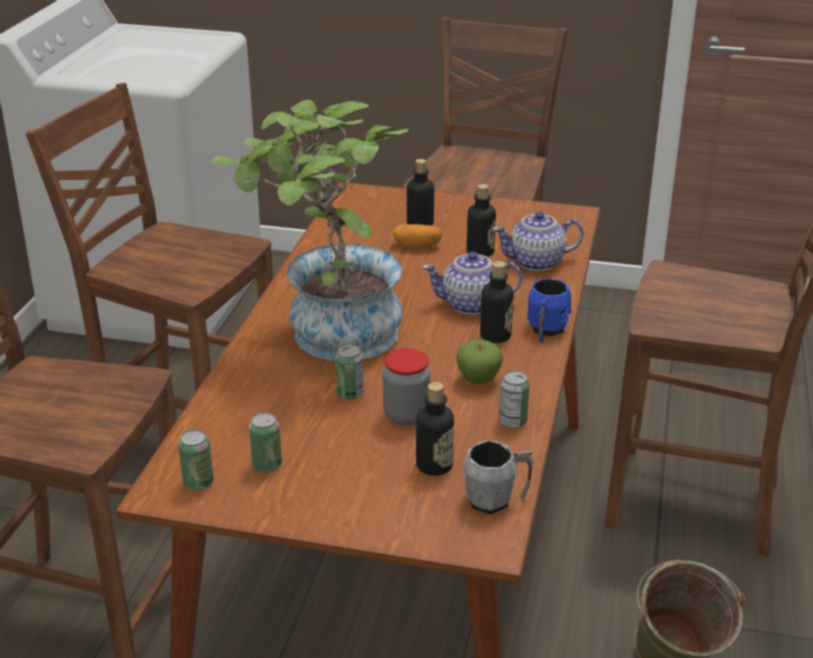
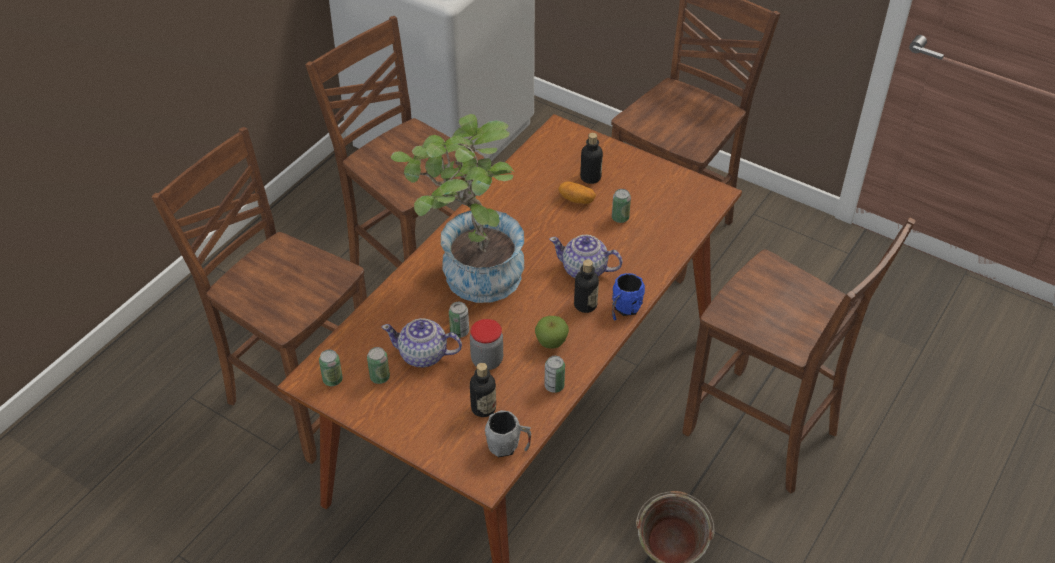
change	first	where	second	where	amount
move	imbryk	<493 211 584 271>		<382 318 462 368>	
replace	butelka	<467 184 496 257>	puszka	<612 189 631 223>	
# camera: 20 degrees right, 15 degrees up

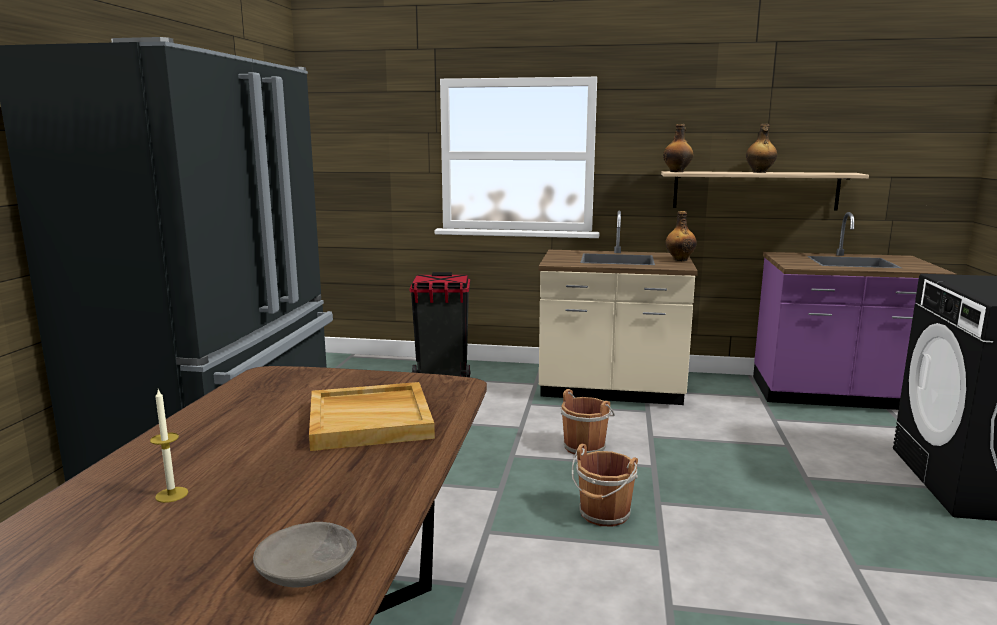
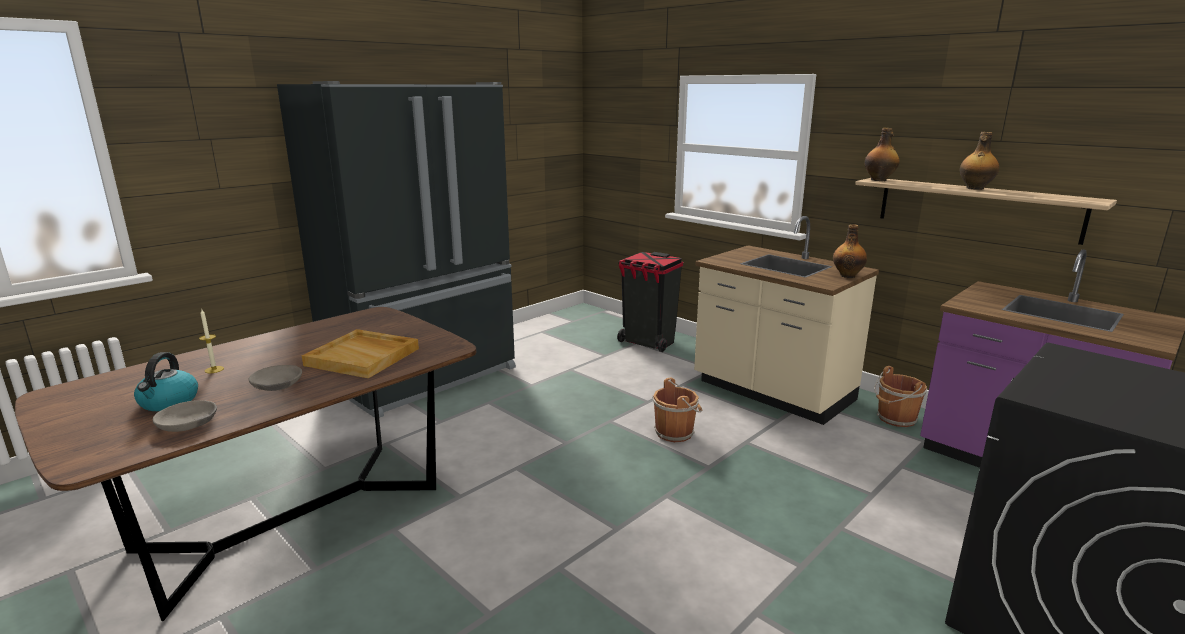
change	first	where	second	where	amount
insert			czajnik	<134 352 198 411>	
insert			miska [szary]	<249 365 302 391>	
move	wiadro [brązowy]	<572 444 638 527>		<874 366 927 427>	
# camera: 35 degrees right, 5 degrees up

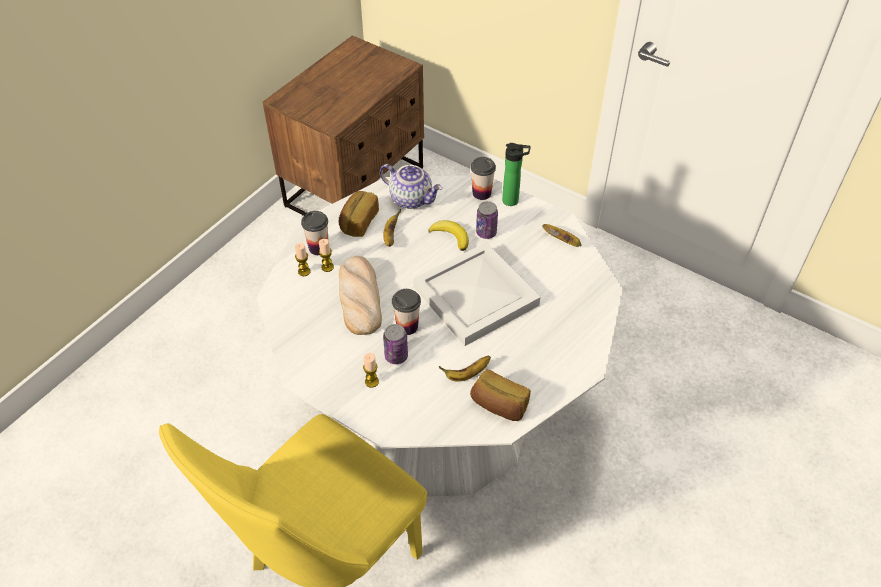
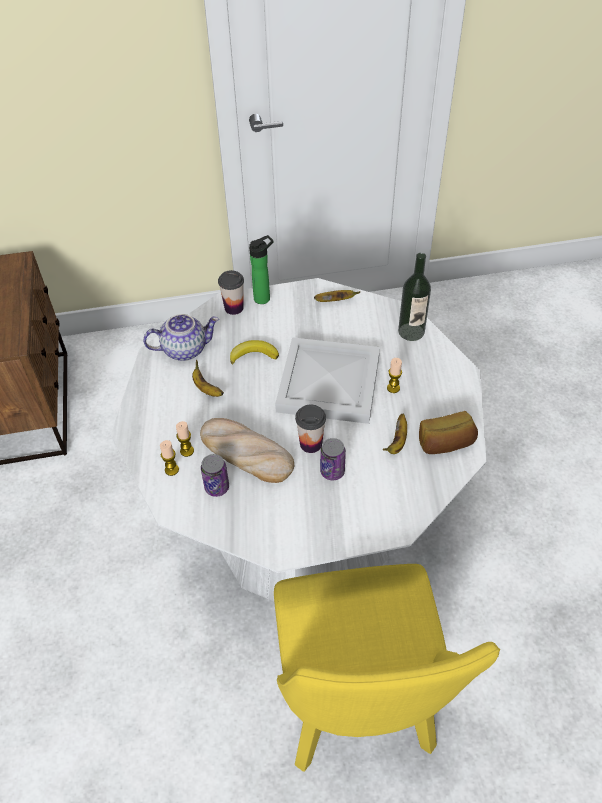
change	first	where	second	where	amount
move	puszka	<476 201 498 239>		<201 454 229 497>	
move	świeca	<363 353 379 388>		<387 358 402 393>	
insert			butelka	<398 253 431 341>	
delete	filiżanka	<301 211 328 255>			
delete	chleb	<339 191 379 237>			
# camera: 45 degrees left, 0 degrees up

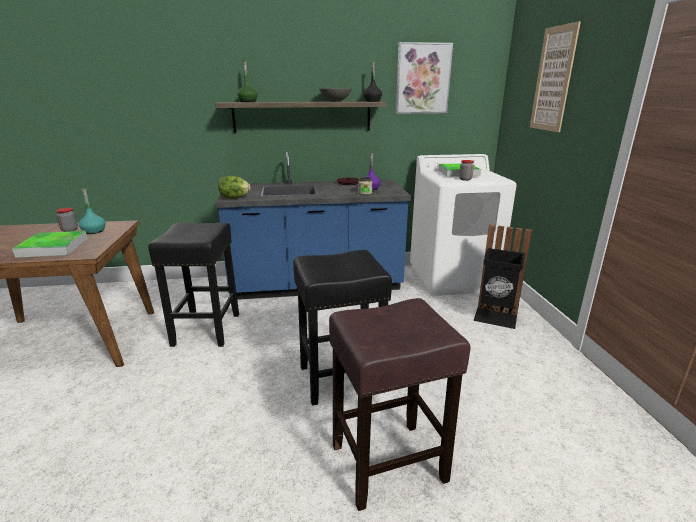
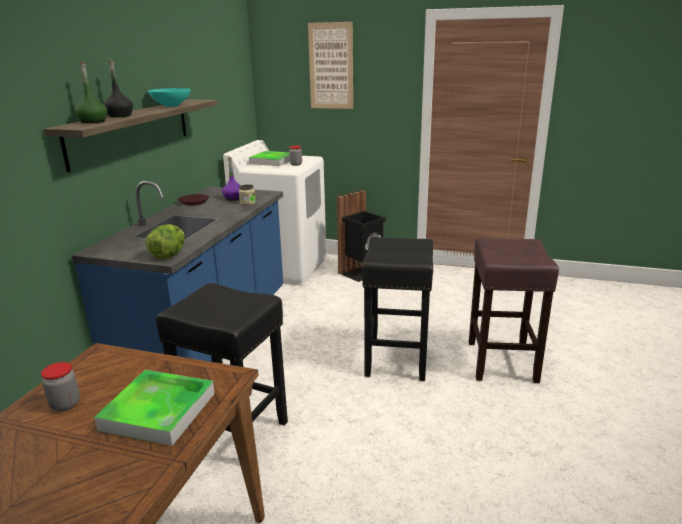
change	first	where	second	where	amount
move	butelka [czarny]	<363 61 382 102>		<104 60 133 117>	
recolor	miska [szary]	<319 88 352 102>	miska [turkusowy]	<148 88 191 107>	
delete	butelka [turkusowy]	<79 188 106 234>			
delete	obraz	<396 42 453 114>			
# camera: 65 degrees left, 0 degrees up

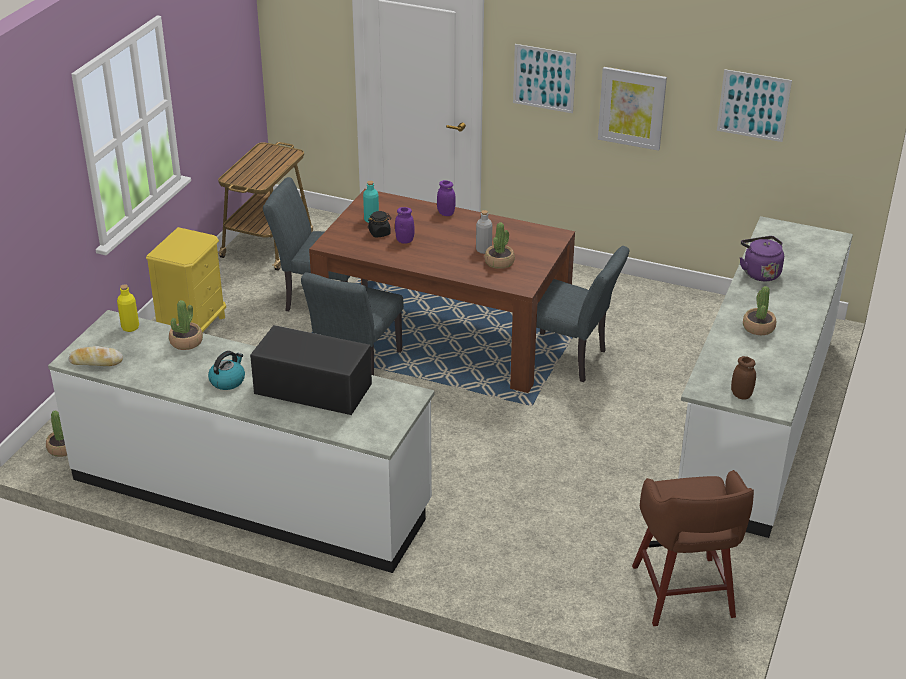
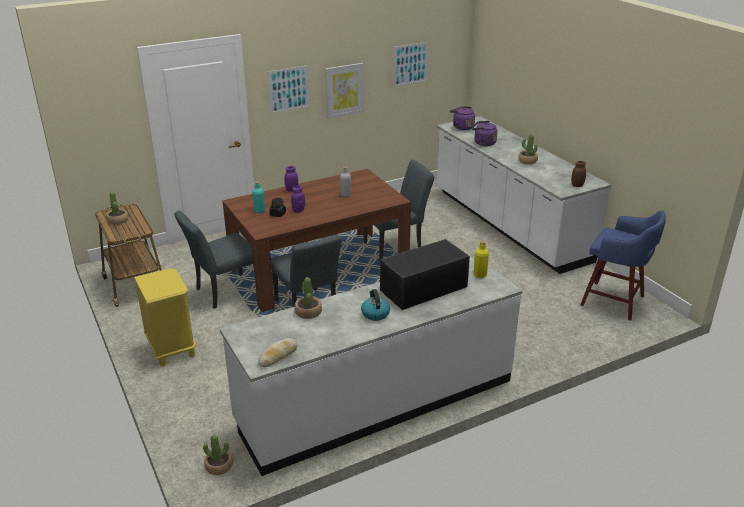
change	first	where	second	where	amount
move	roślina doniczkowa	<485 222 515 269>		<106 191 128 225>	
insert			czajnik [fioletowy]	<450 106 475 130>	
move	butelka [żółty]	<117 284 139 332>		<473 241 489 278>	
recolor	stołek [brązowy]	<632 470 754 626>	stołek [niebieski]	<580 210 666 321>	
# camera: 50 degrees left, 5 degrees down

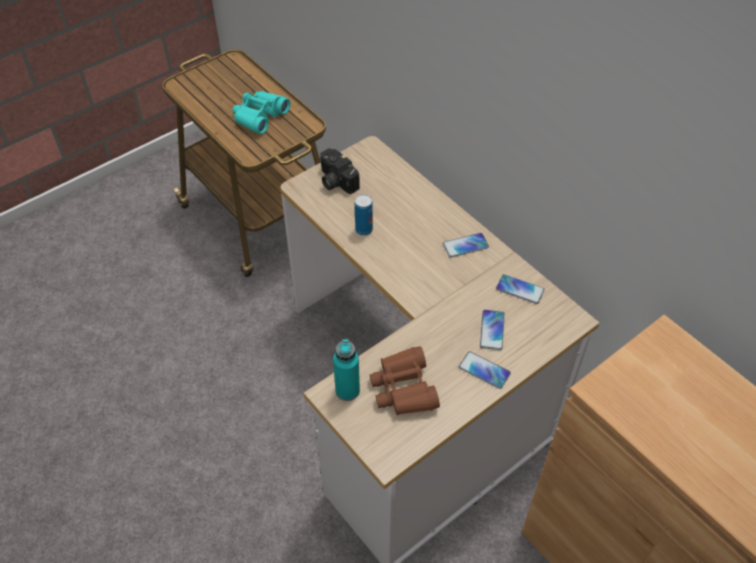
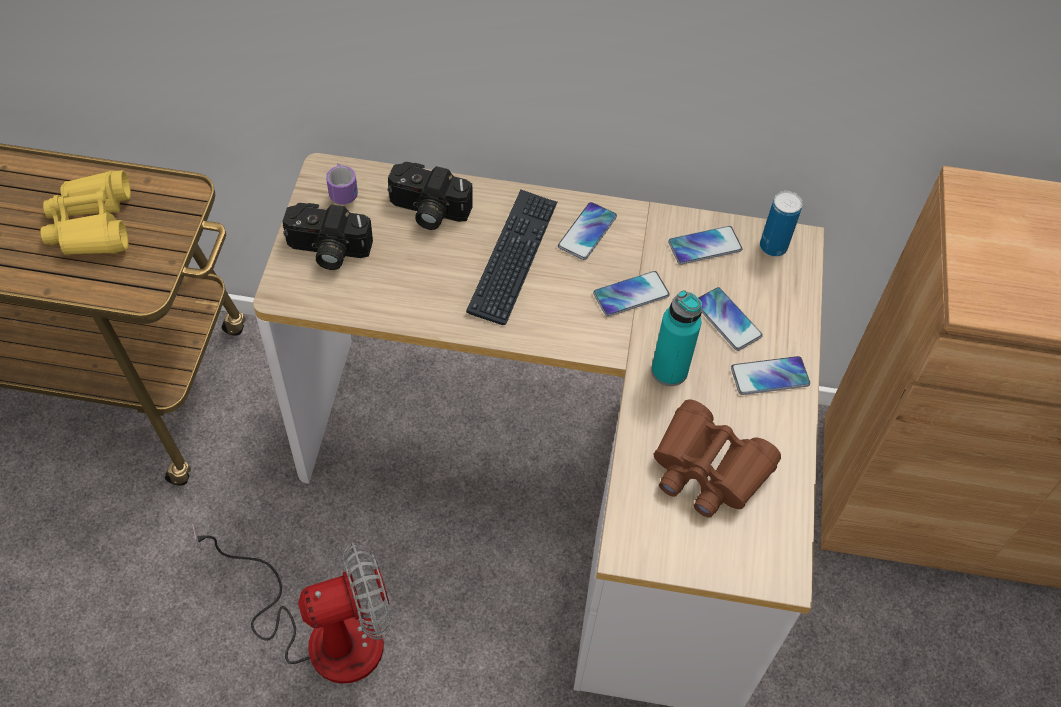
change	first	where	second	where	amount
recolor	lornetka [turkusowy]	<232 91 291 134>	lornetka [żółty]	<41 170 131 255>	
insert			wentylator	<192 523 392 683>	
insert			kubek	<326 162 358 204>	
insert			aparat fotograficzny	<388 162 473 230>	
insert			klawiatura	<466 189 557 325>	
insert			telefon	<593 271 670 317>	
move	butelka [turkusowy]	<333 339 360 401>		<651 290 702 386>	
move	puszka	<355 194 373 236>		<760 191 803 257>	
# camera: 45 degrees left, 5 degrees up

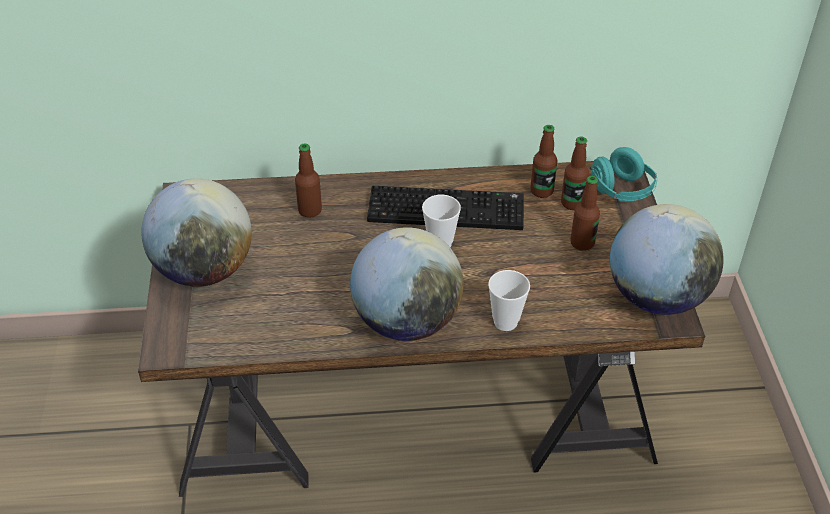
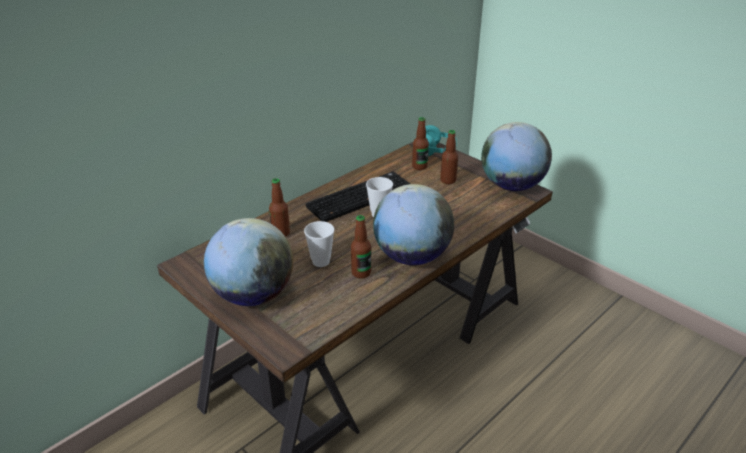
change	first	where	second	where	amount
move	filiżanka	<488 270 530 331>		<304 221 334 267>	
move	butelka	<530 125 557 198>		<351 215 371 279>	
# camera: 40 degrees left, 10 degrees down

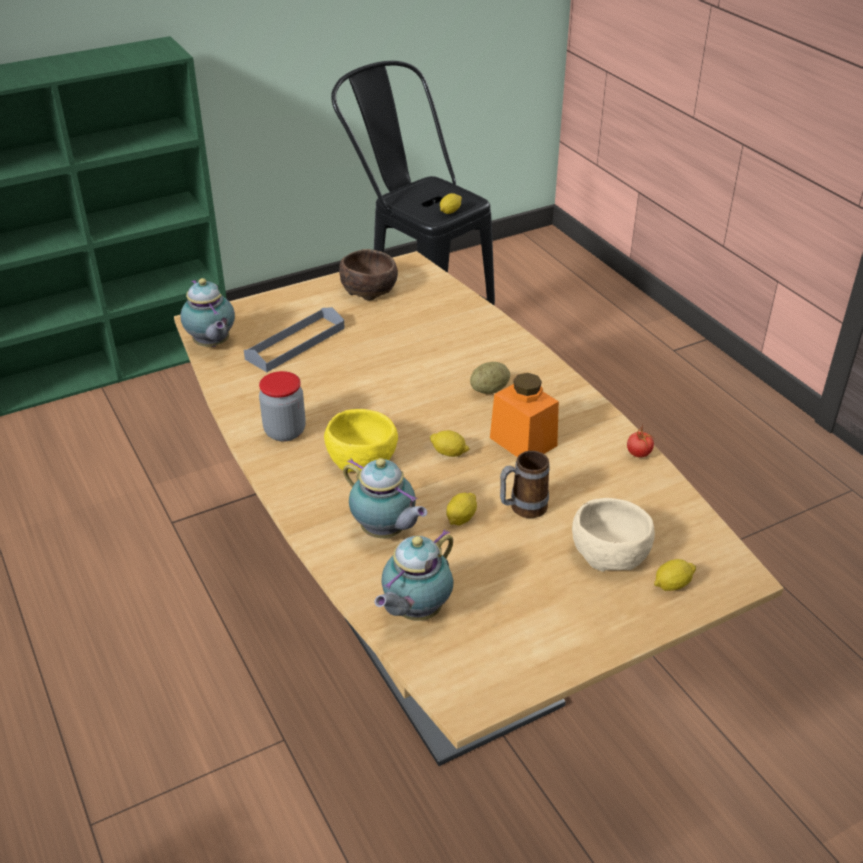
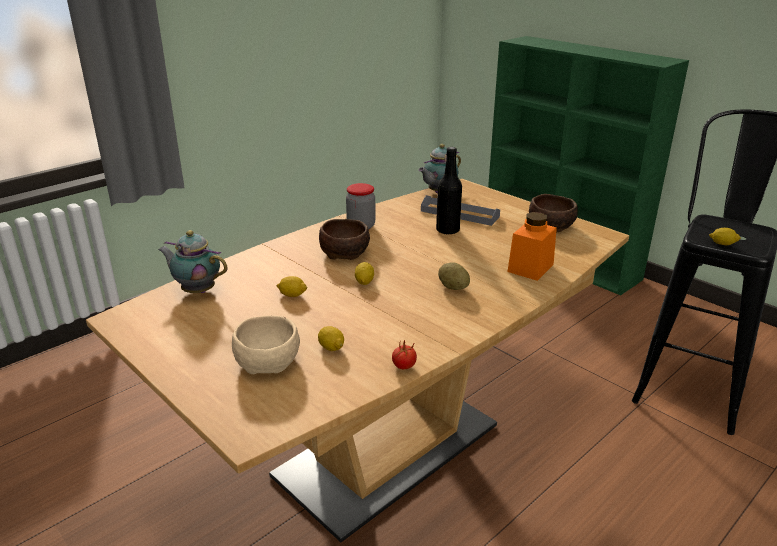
change	first	where	second	where	amount
move	cytryna	<654 559 696 591>		<318 326 344 351>	
recolor	miska [żółty]	<324 409 398 473>	miska [brązowy]	<319 219 370 260>	
insert			butelka [czarny]	<436 147 462 234>	
move	słoik [pomarańczowy]	<490 373 559 457>		<507 212 557 281>	
delete	imbryk	<343 458 427 538>			
delete	kubek	<500 451 550 518>			
# camera: 75 degrees right, 10 degrees down

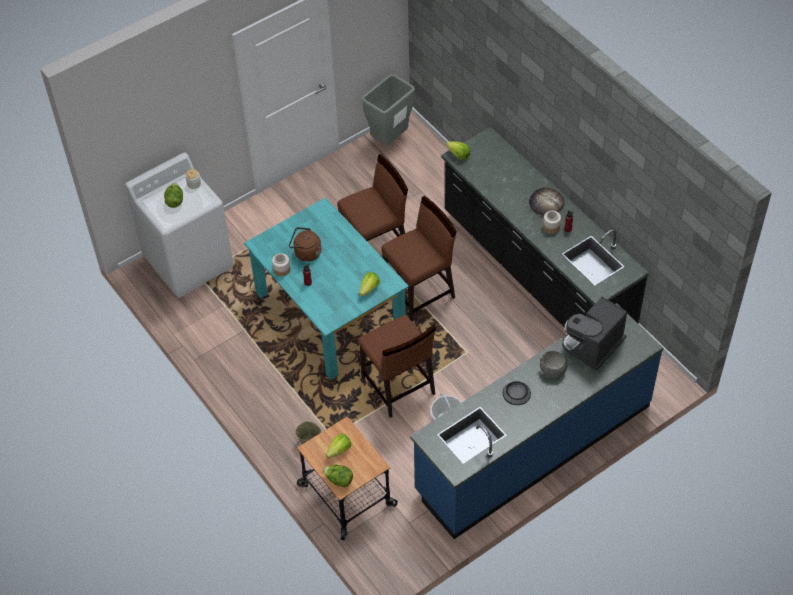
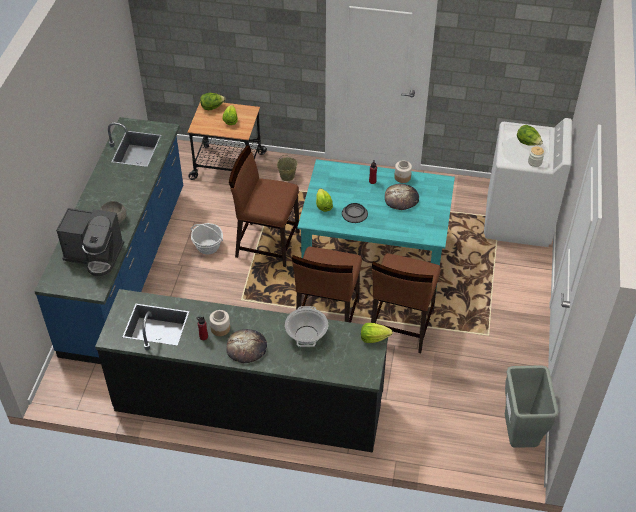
change	first	where	second	where	amount
rotate	ekspres do kawy	<562 297 627 371>		<56 208 124 277>	105 degrees clockwise
insert			garnek	<285 306 328 347>	
move	miska	<503 381 531 405>		<342 203 368 223>	
replace	czajnik [brązowy]	<289 227 321 262>	chleb	<385 184 419 210>	
# camera: 135 degrees right, 5 degrees down

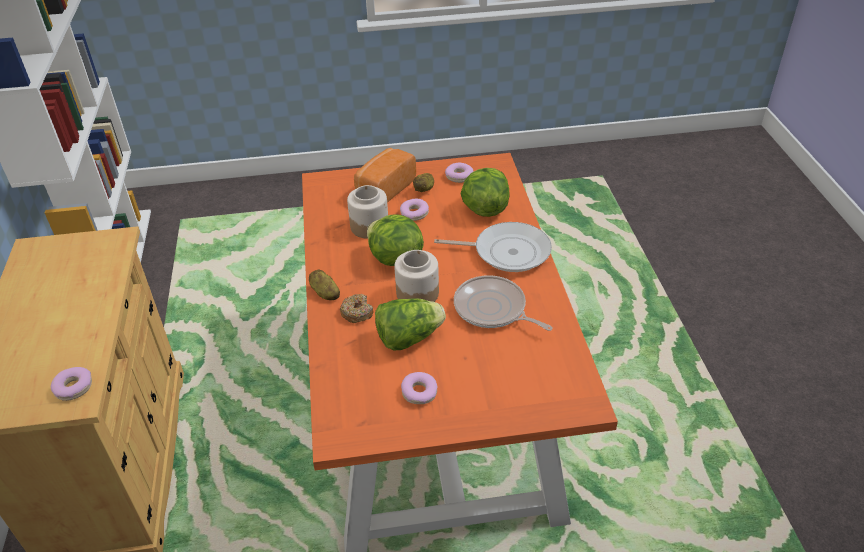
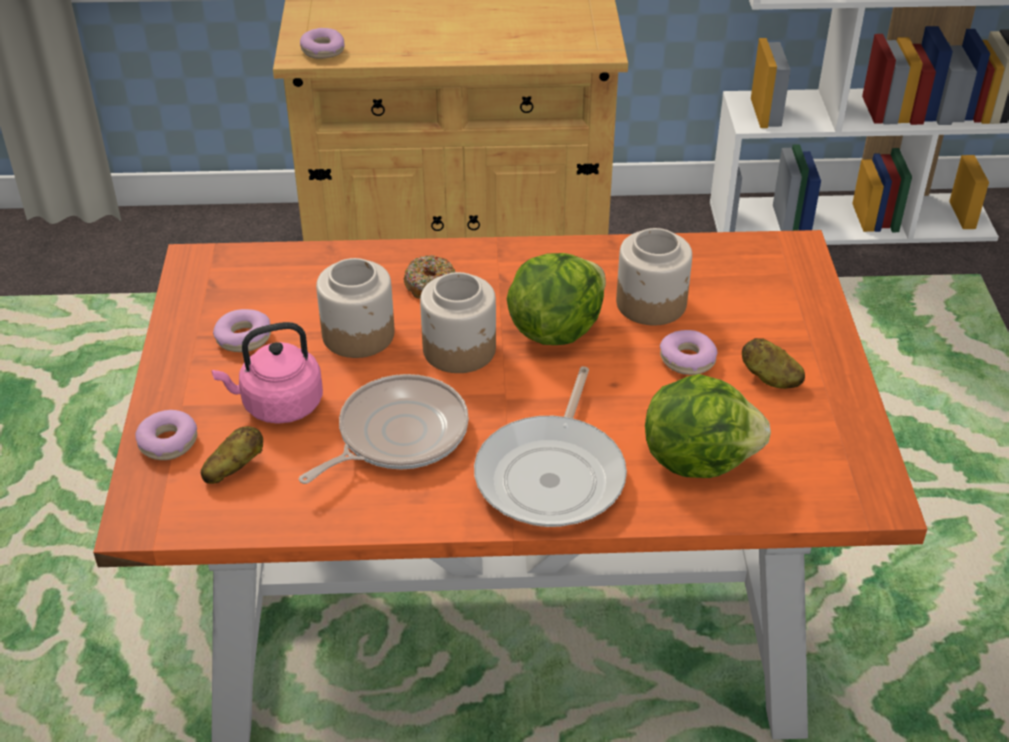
change	first	where	second	where	amount
move	donut	<445 163 473 183>		<135 410 197 460>	
move	ziemniak	<309 270 340 300>		<201 426 263 484>	
insert			czajnik [różowy]	<212 322 323 424>	
replace	sałata	<375 298 446 350>	słoik	<316 258 394 358>	
delete	chleb	<354 148 416 203>			
# camera: 95 degrees right, 0 degrees up

